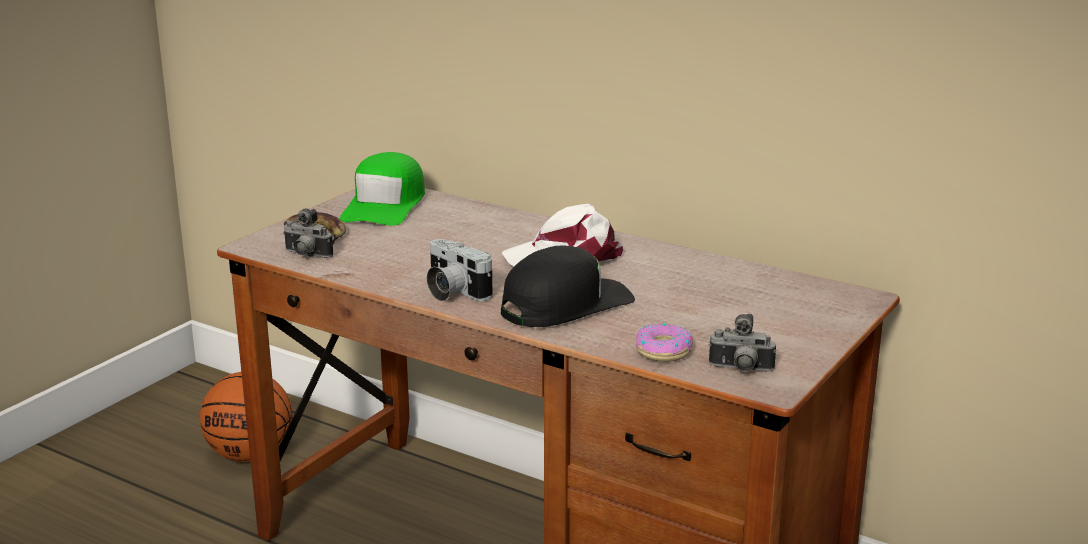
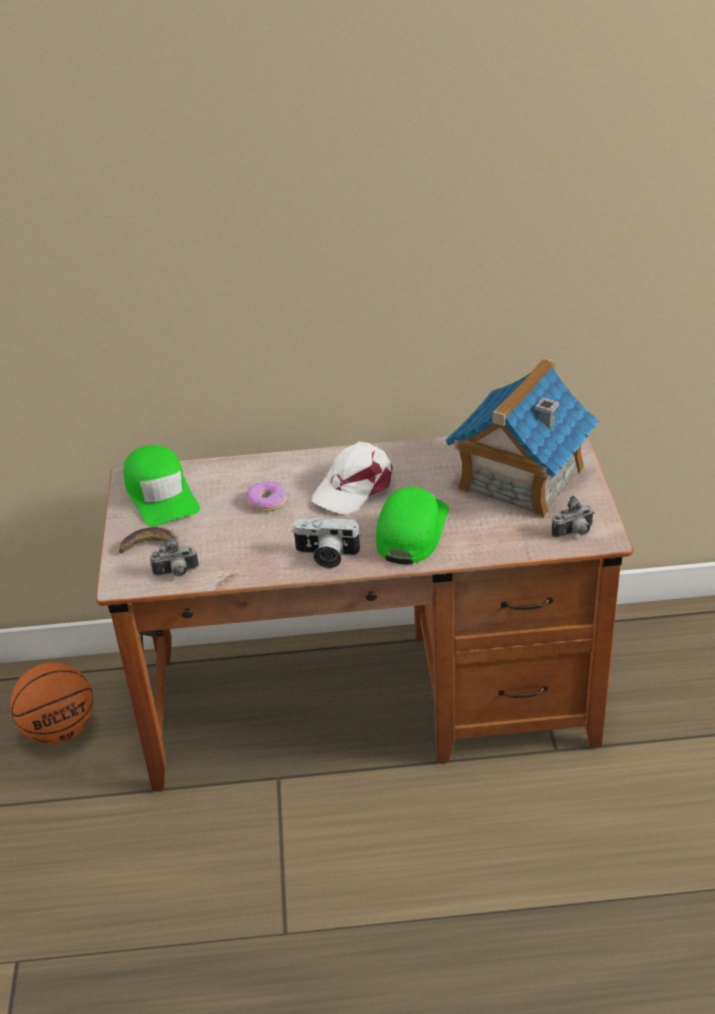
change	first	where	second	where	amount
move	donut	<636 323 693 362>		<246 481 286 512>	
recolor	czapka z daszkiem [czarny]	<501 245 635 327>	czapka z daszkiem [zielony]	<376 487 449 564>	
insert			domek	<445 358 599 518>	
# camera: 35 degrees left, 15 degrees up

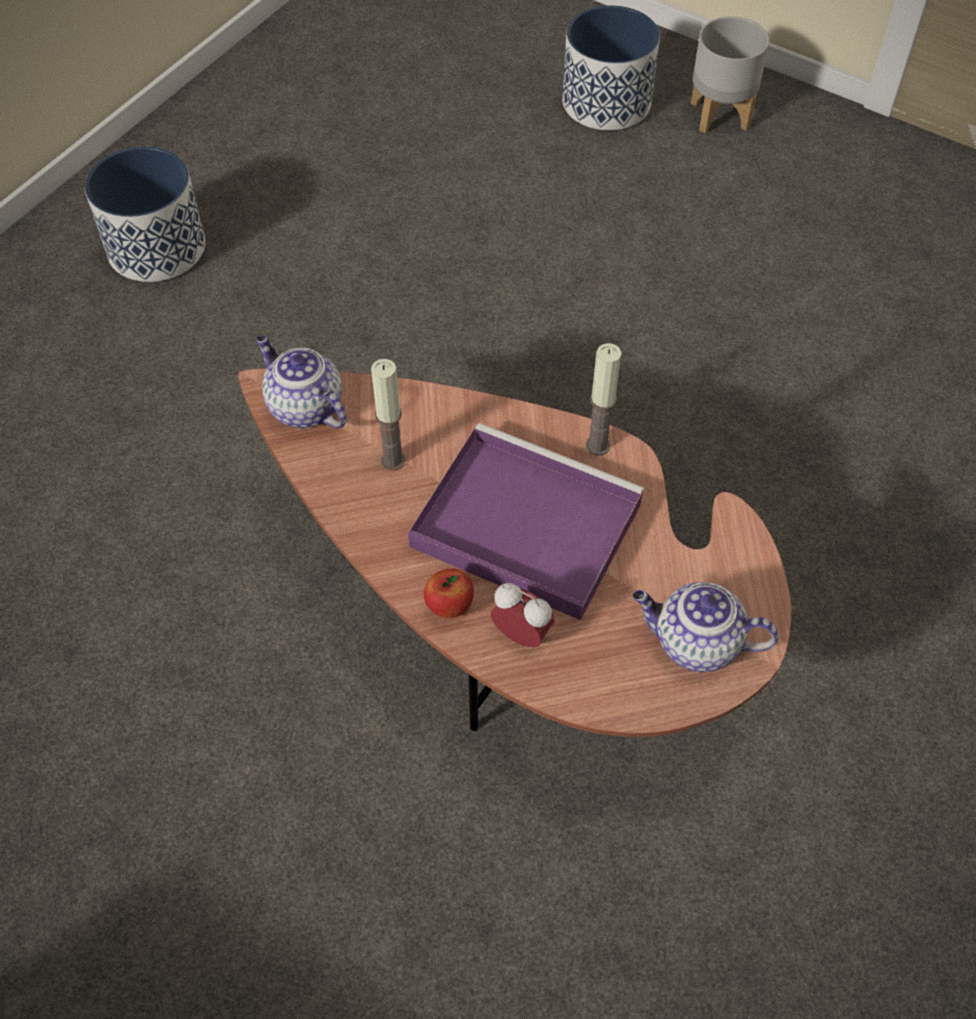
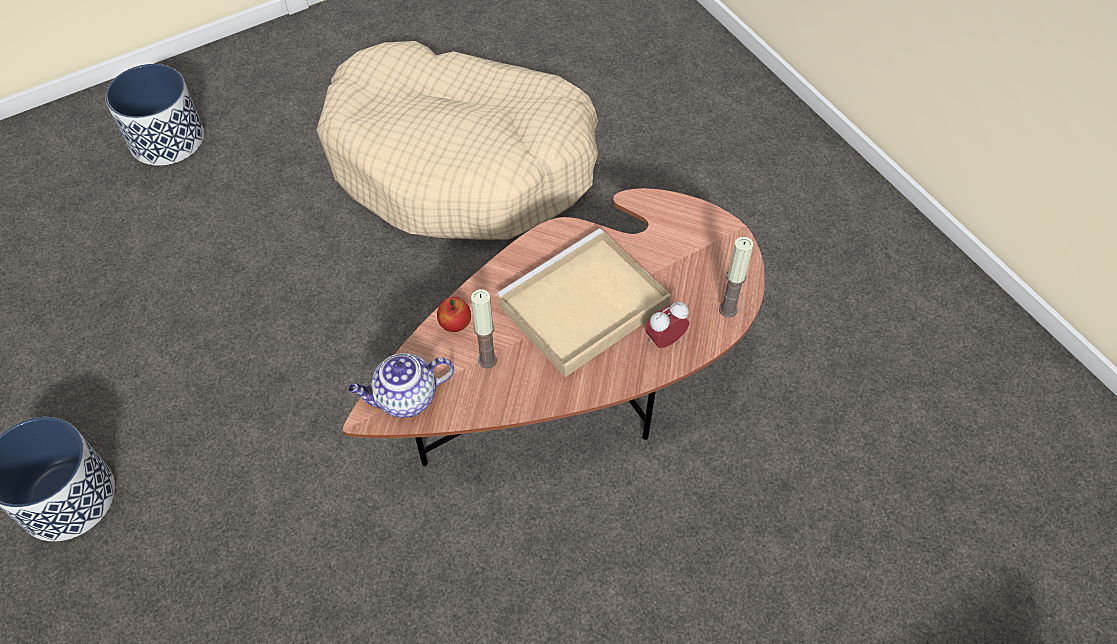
change	first	where	second	where	amount
insert			legowisko [beżowy]	<316 41 598 240>	
move	jabłko	<424 568 474 618>		<437 297 471 332>	
recolor	taca [fioletowy]	<408 423 644 620>	taca [beżowy]	<496 228 671 377>	
move	świeca	<586 343 621 456>		<719 237 754 317>	
delete	imbryk	<632 582 779 672>			
delete	donica [szary]	<691 16 769 134>			
# camera: 65 degrees left, 0 degrees up

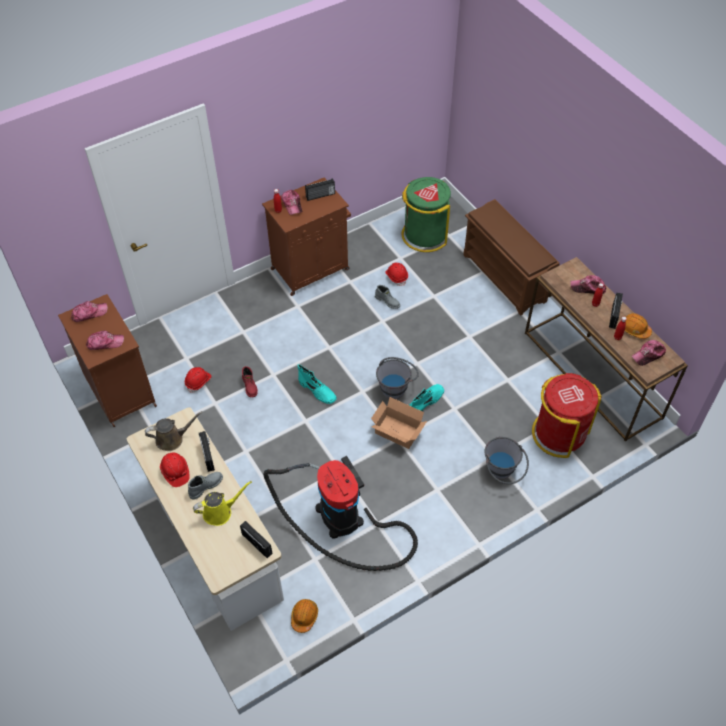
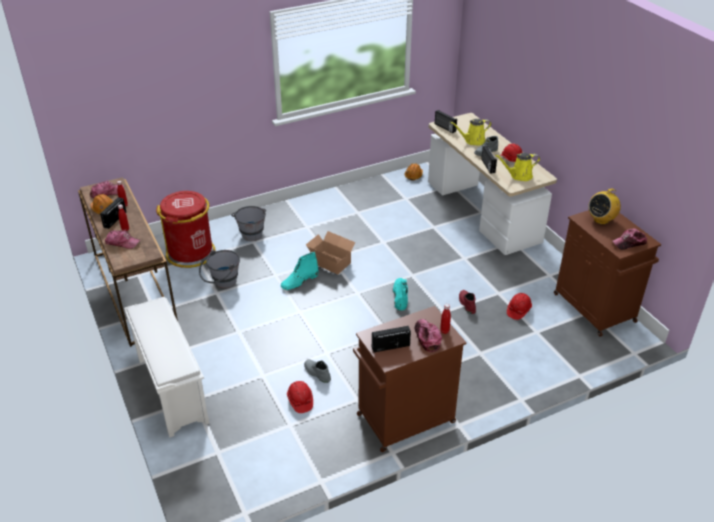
change	first	where	second	where	amount
recolor	regał na buty [brązowy]	<463 199 560 316>	regał na buty [biały]	<124 297 209 438>	
move	wiadro [szary]	<376 357 419 399>		<199 250 240 288>	
rotate	but z cholewką [turkusowy]	<298 364 337 404>		<393 278 408 310>	45 degrees clockwise
recolor	konewka [brązowy]	<145 411 202 451>	konewka [żółty]	<495 153 540 181>	
replace	czapka z daszkiem	<86 331 124 350>	radio	<588 188 621 224>	
delete	odkurzacz	<264 456 418 571>			
delete	kosz na śmieci [zielony]	<401 177 451 252>			
# camera: 175 degrees left, 15 degrees down

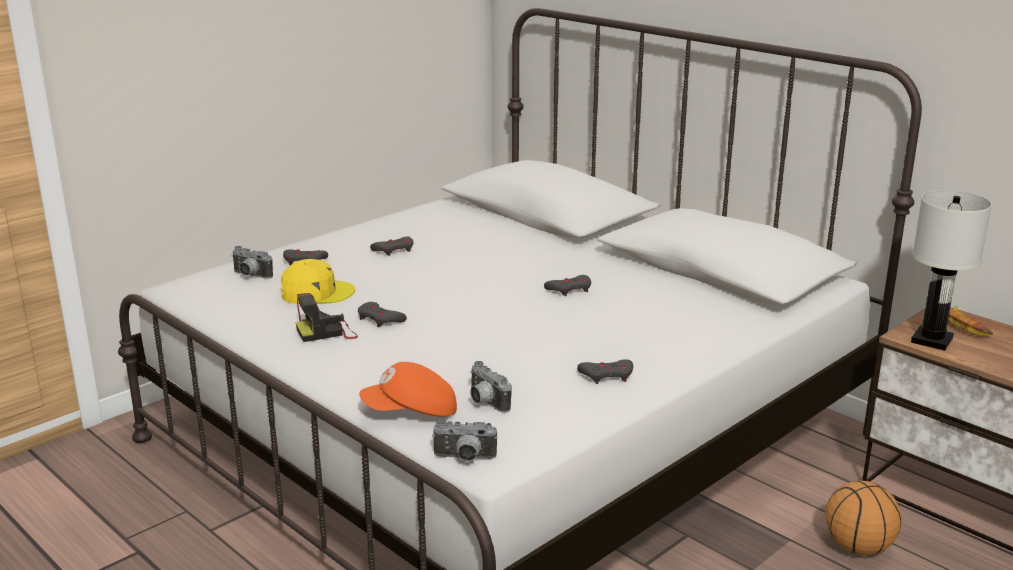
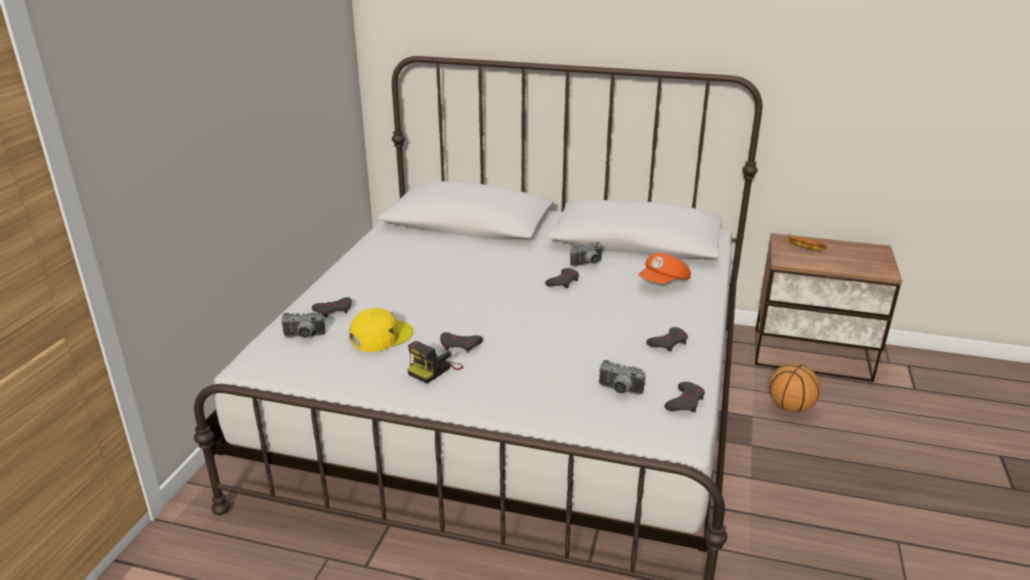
change	first	where	second	where	amount
move	aparat fotograficzny	<432 419 497 461>		<570 242 603 267>	
move	czapka z daszkiem [pomarańczowy]	<359 362 457 417>		<638 252 691 284>	
move	pad do gier [szary]	<370 237 414 256>		<665 382 705 413>	
delete	lampa stołowa [biały]	<911 190 992 351>			
# camera: 30 degrees left, 5 degrees up

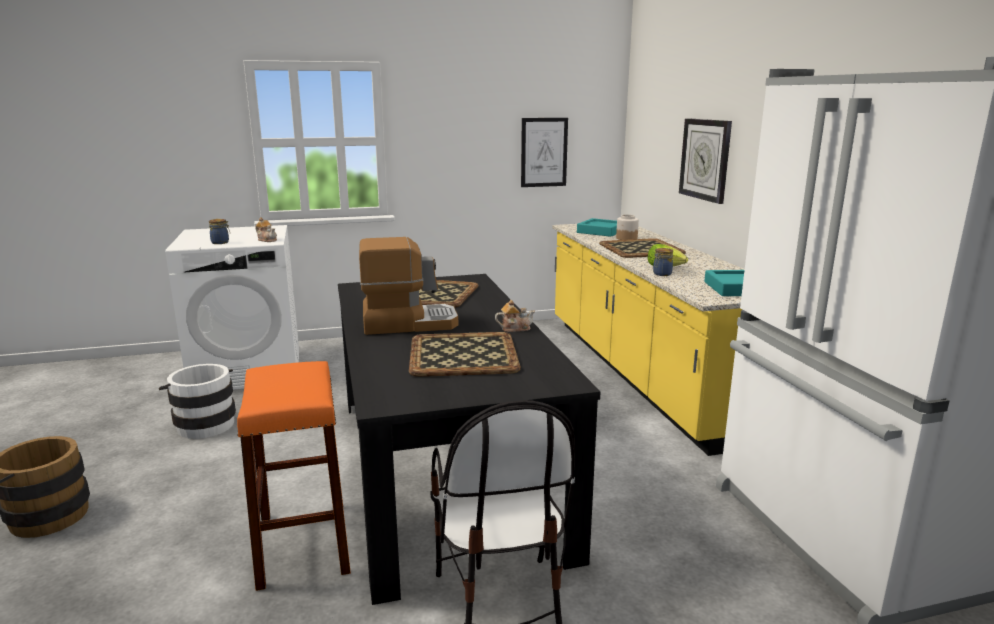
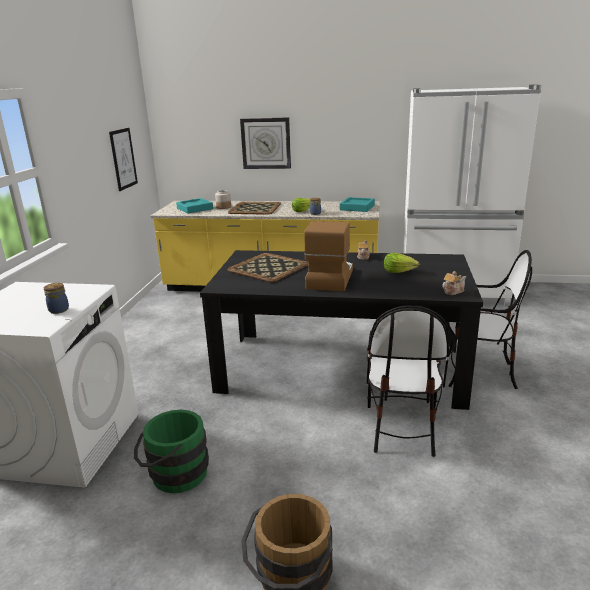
change	first	where	second	where	amount
recolor	wiadro [biały]	<159 364 236 439>	wiadro [zielony]	<134 410 209 493>	
replace	stołek [pomarańczowy]	<237 361 351 591>	krzesło	<366 305 449 457>	
replace	taca	<409 332 521 377>	sałata	<384 253 419 273>	
move	imbryk	<256 217 277 242>		<442 271 466 295>	
# camera: 65 degrees left, 5 degrees up

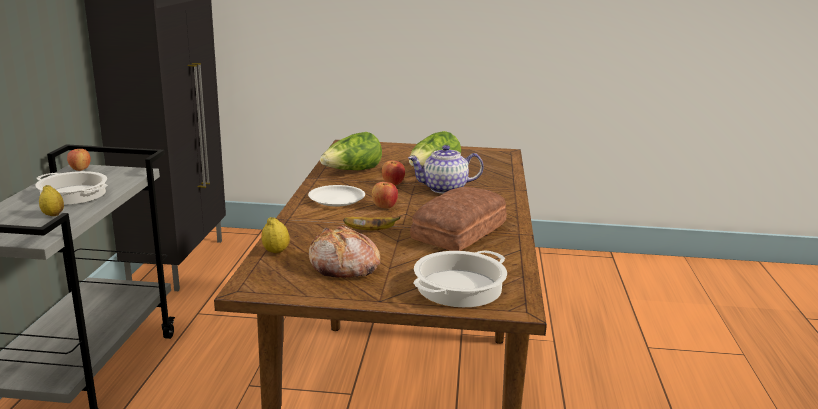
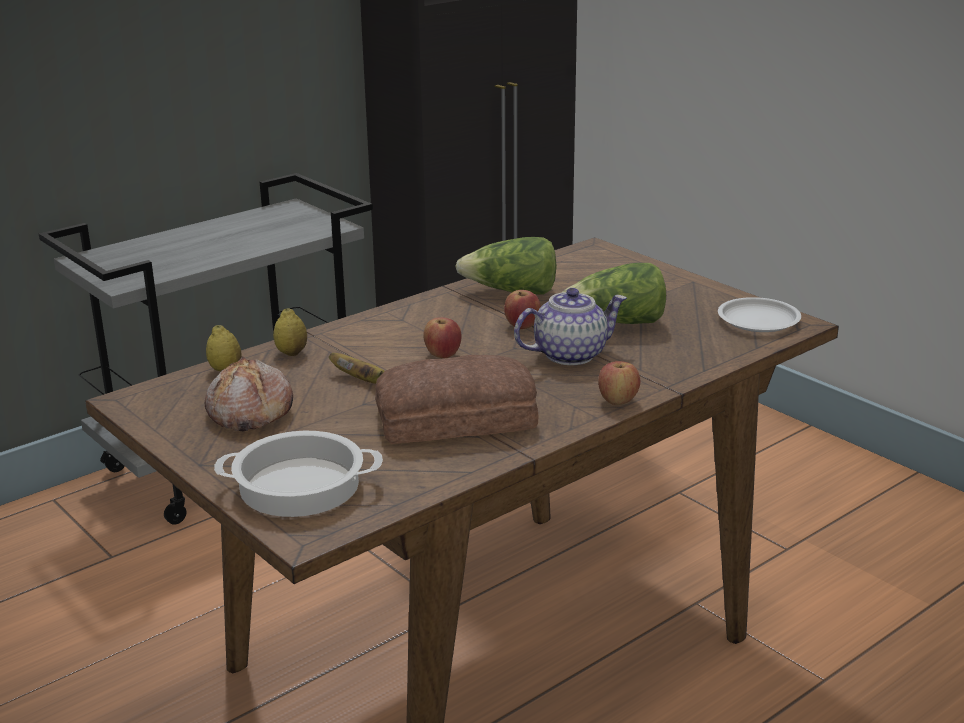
change	first	where	second	where	amount
move	cytryna	<39 185 64 216>		<273 308 307 356>	
rotate	imbryk	<408 145 484 194>		<514 288 627 365>	120 degrees clockwise
move	jabłko	<67 149 91 171>		<598 361 640 405>	
move	talerz [biały]	<308 185 365 206>		<718 297 801 332>	
delete	garnek	<36 171 108 205>			
# camera: 45 degrees right, 5 degrees up

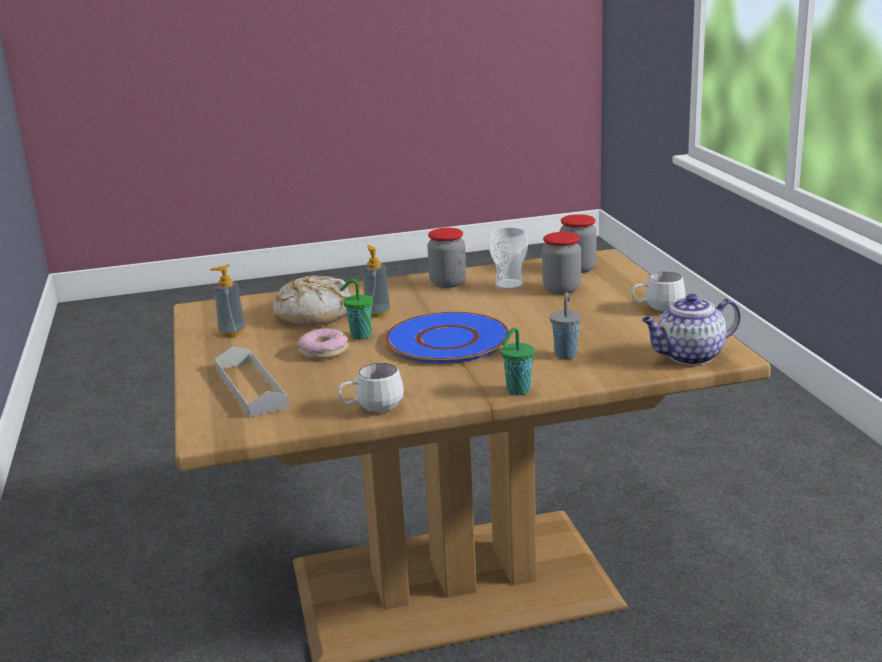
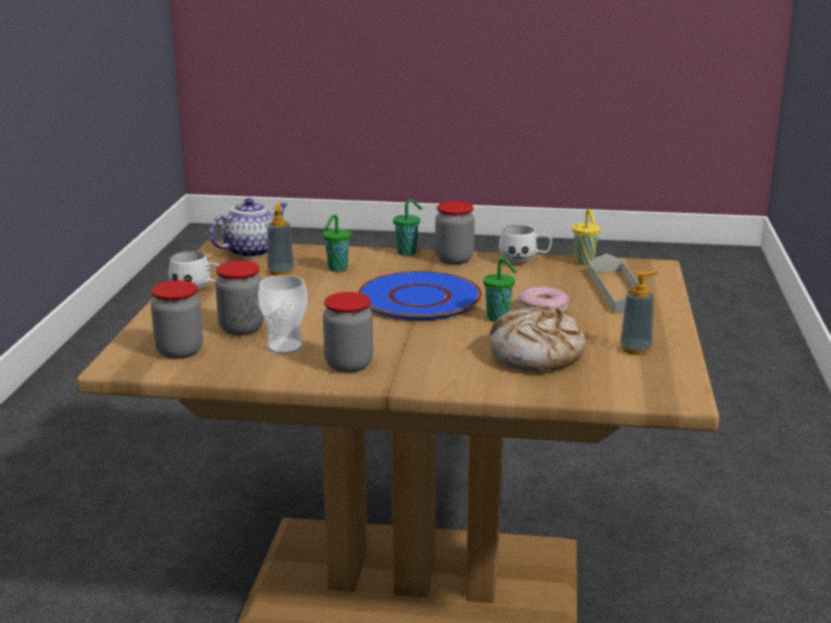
change	first	where	second	where	amount
rotate	imbryk	<642 294 741 365>		<209 198 288 258>	45 degrees counterclockwise
move	dozownik mydła	<363 245 391 317>		<267 204 294 276>	
recolor	filiżanka [szary]	<550 292 582 359>	filiżanka [zielony]	<323 214 351 272>	
insert			słoik	<435 201 475 264>	
insert			filiżanka [żółty]	<572 209 601 265>	
# camera: 160 degrees left, 0 degrees up

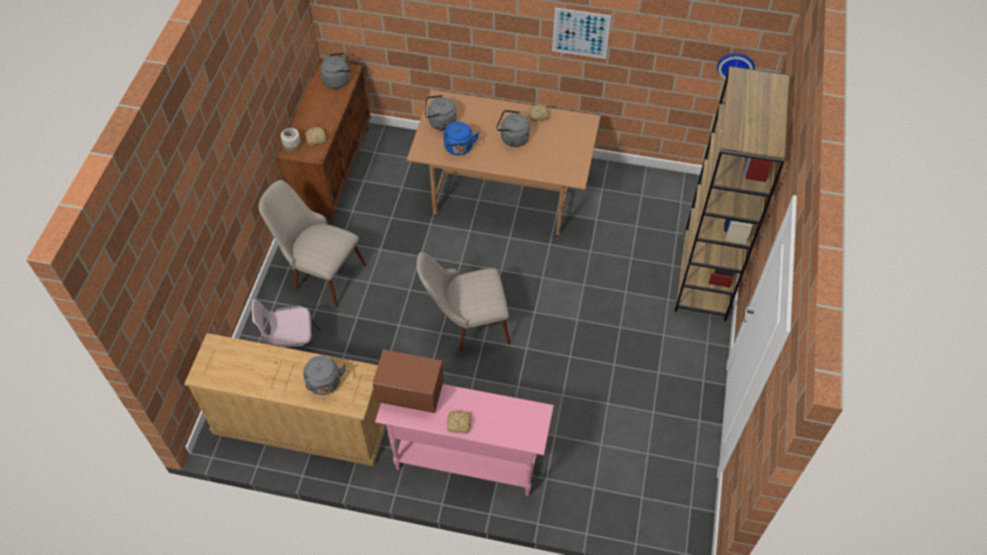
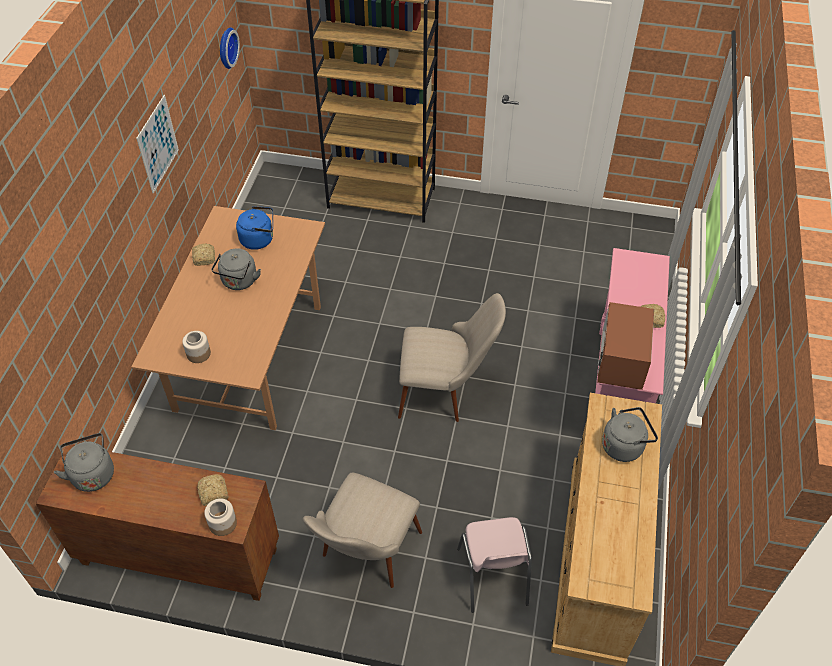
change	first	where	second	where	amount
replace	czajnik [szary]	<425 95 457 131>	słoik	<182 331 211 363>	
move	czajnik [niebieski]	<444 122 479 155>		<236 206 273 250>	
rotate	krzesło [beżowy]	<417 252 510 353>		<398 293 506 422>	75 degrees counterclockwise
# camera: 90 degrees left, 5 degrees down

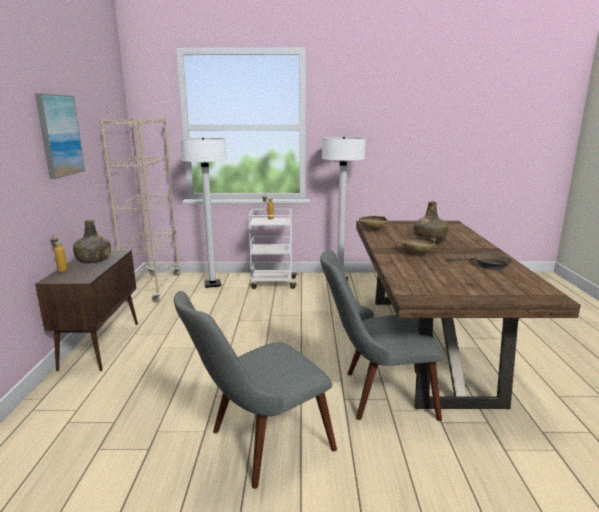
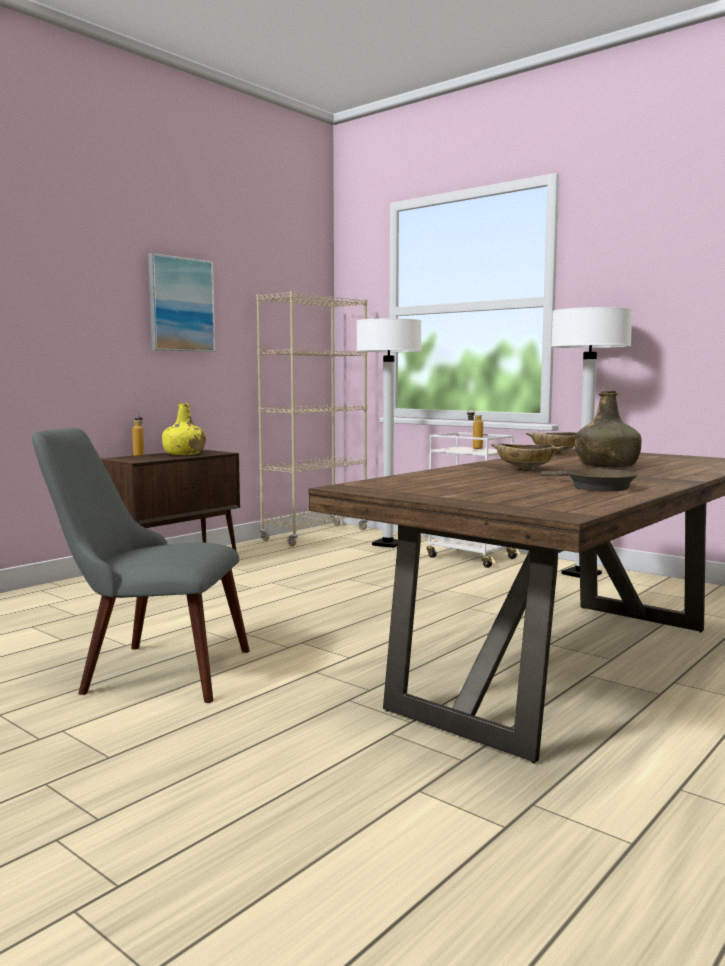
change	first	where	second	where	amount
recolor	butelka [zielony]	<73 220 111 263>	butelka [żółty]	<162 403 206 455>	
delete	krzesło [szary]	<320 250 443 421>			
# camera: 40 degrees right, 10 degrees down

